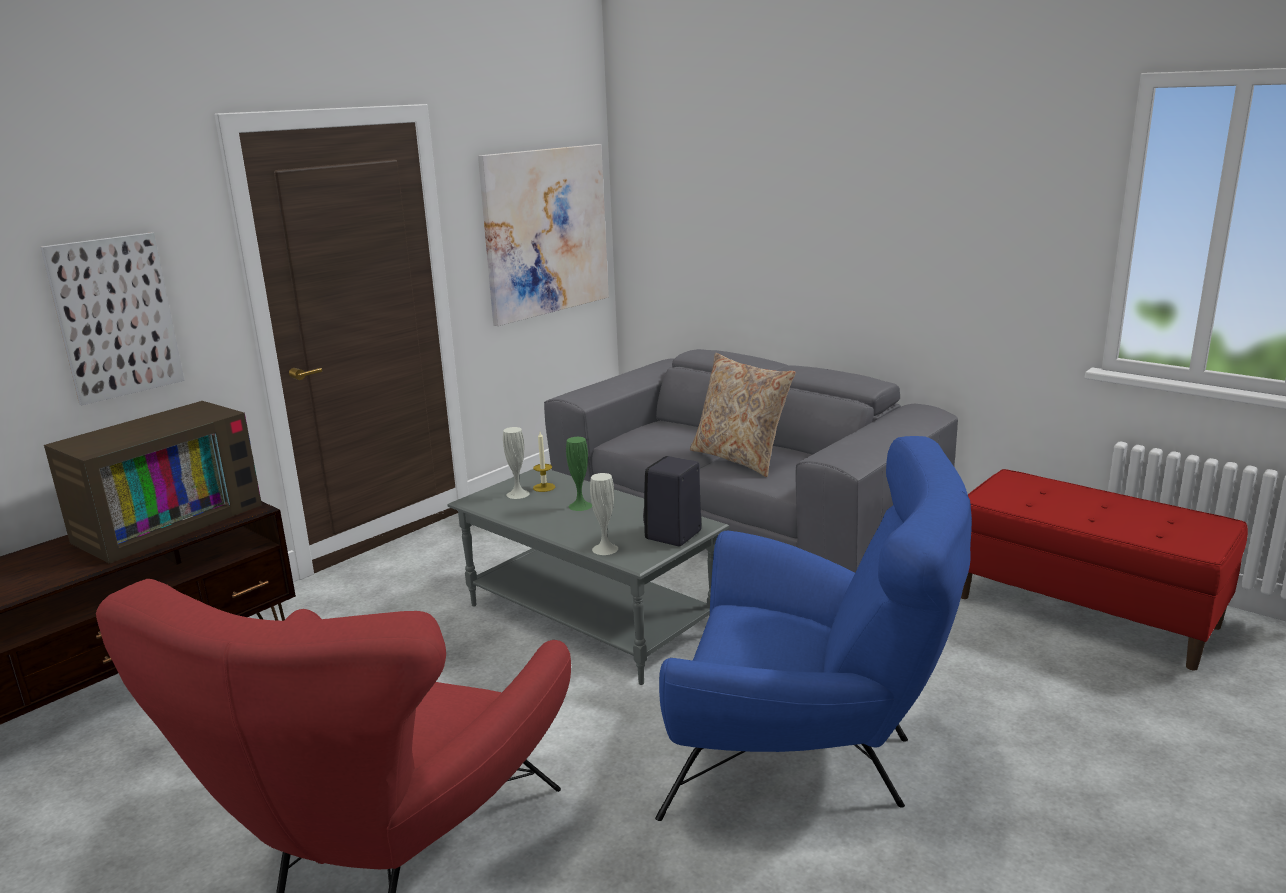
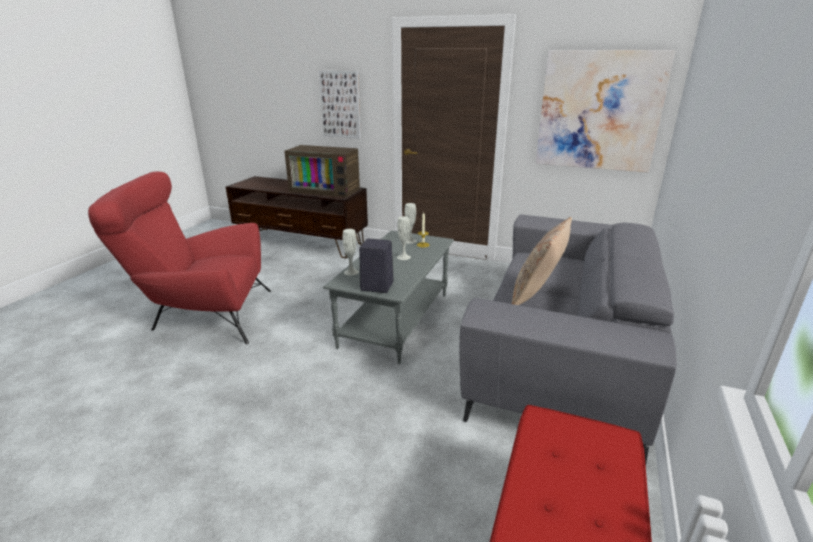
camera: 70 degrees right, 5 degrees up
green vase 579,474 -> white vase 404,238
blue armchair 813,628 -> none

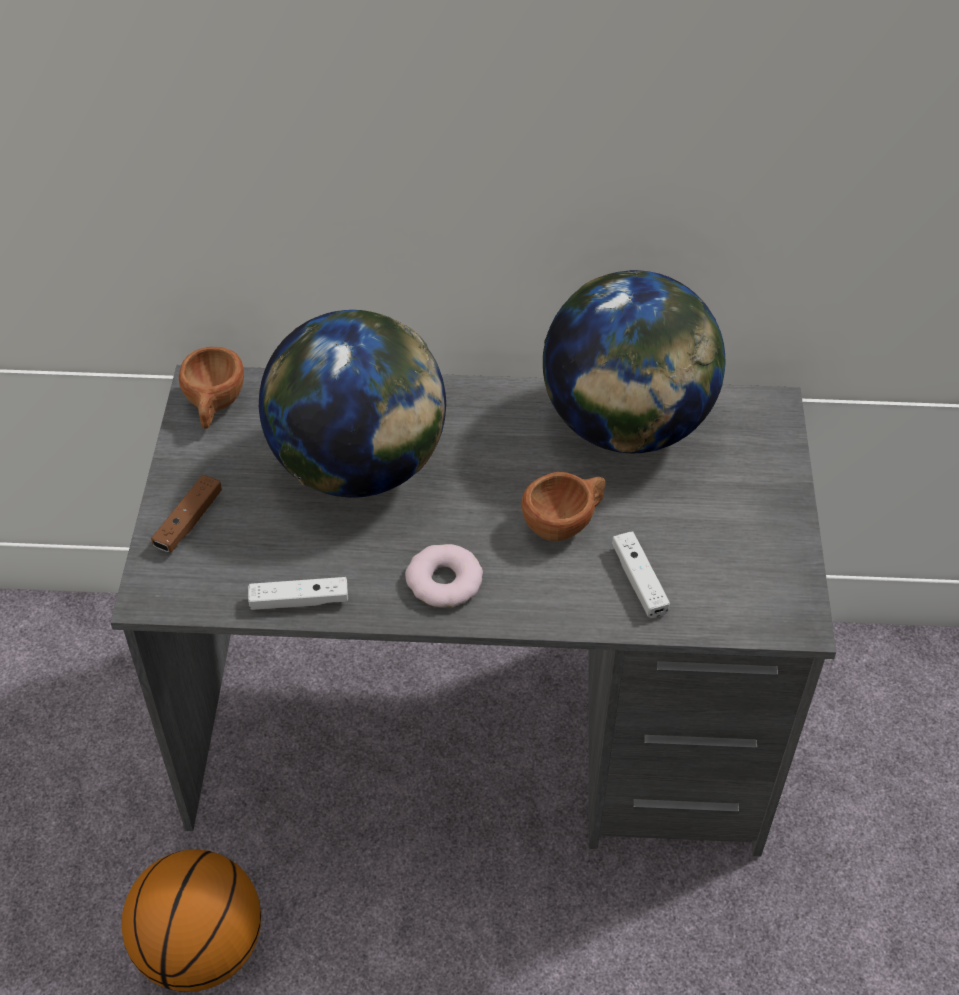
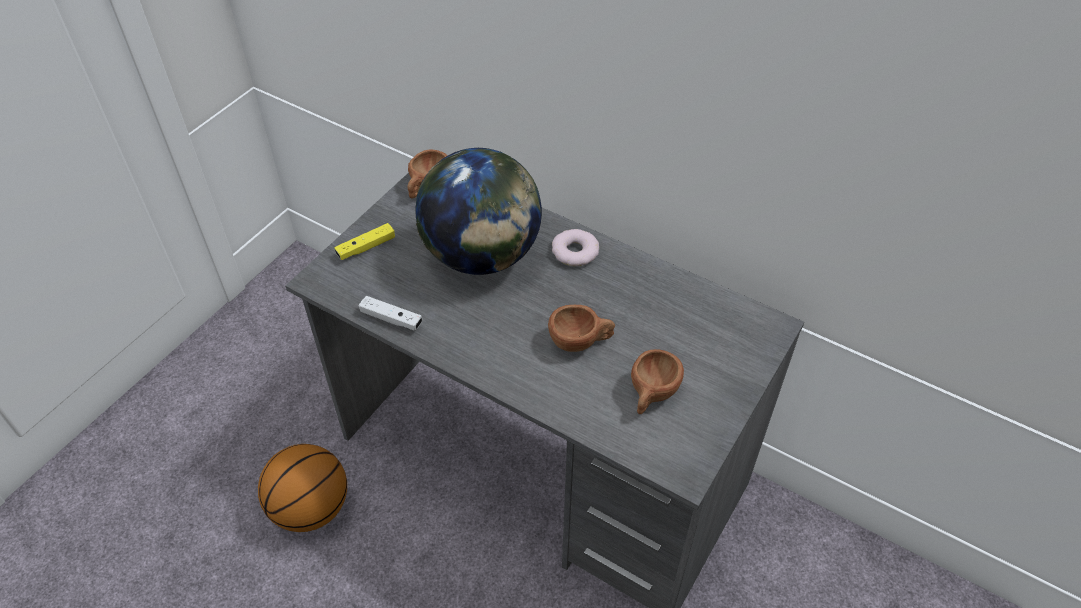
camera: 30 degrees right, 0 degrees up
brown game controller 186,513 -> yellow game controller 365,241
donut 444,575 -> donut 575,247, relocated
globe 634,361 -> none
white game controller 641,574 -> none
none -> brown cup 657,381

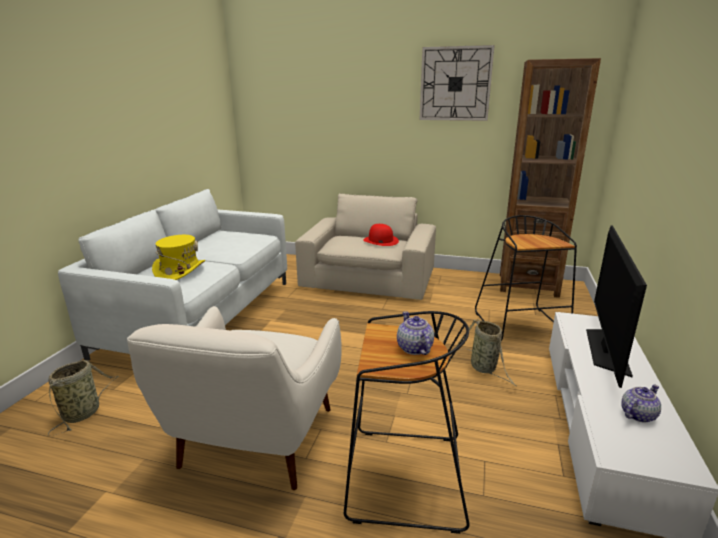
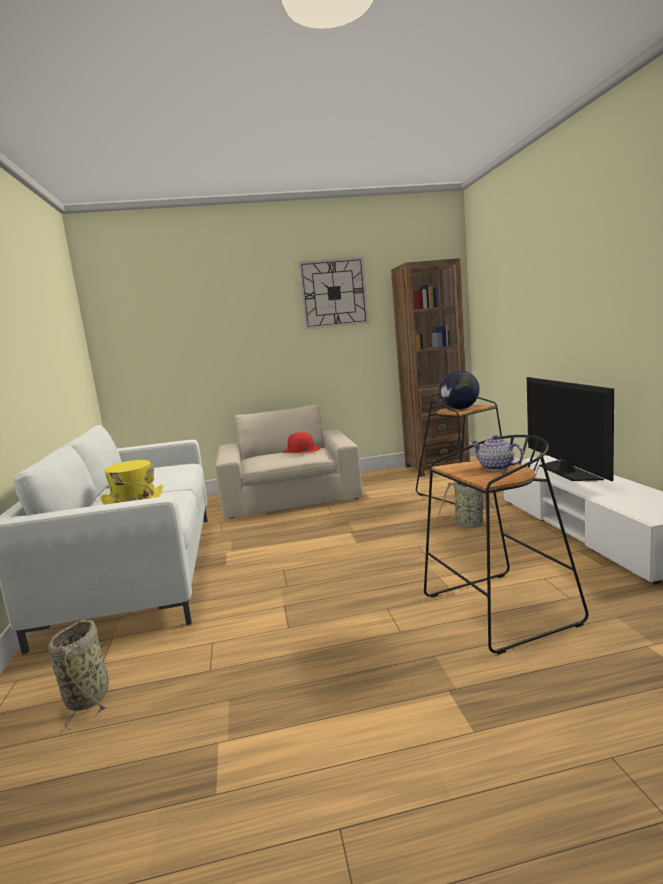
camera: 25 degrees left, 10 degrees down
white armchair 234,398 -> none
teapot 641,403 -> none
none -> globe 459,389

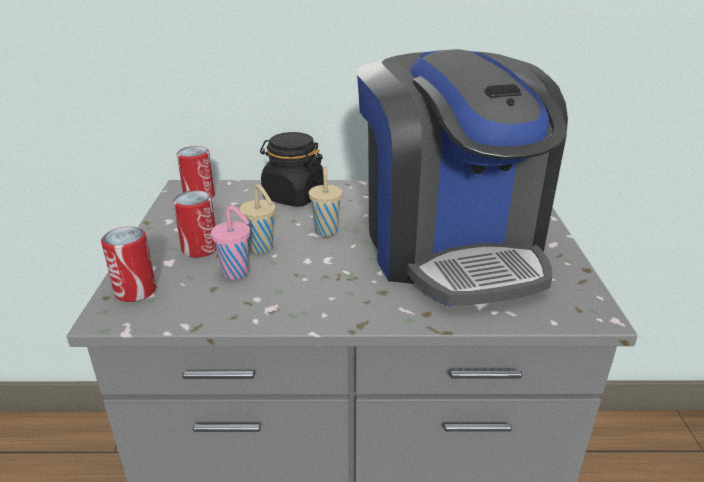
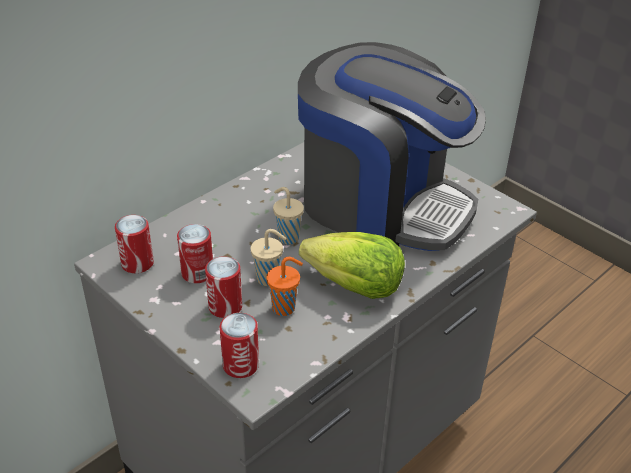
camera: 45 degrees left, 10 degrees up
pink cup 230,243 -> orange cup 284,286
black jar 292,169 -> none
none -> can 195,253
none -> lettuce 352,265

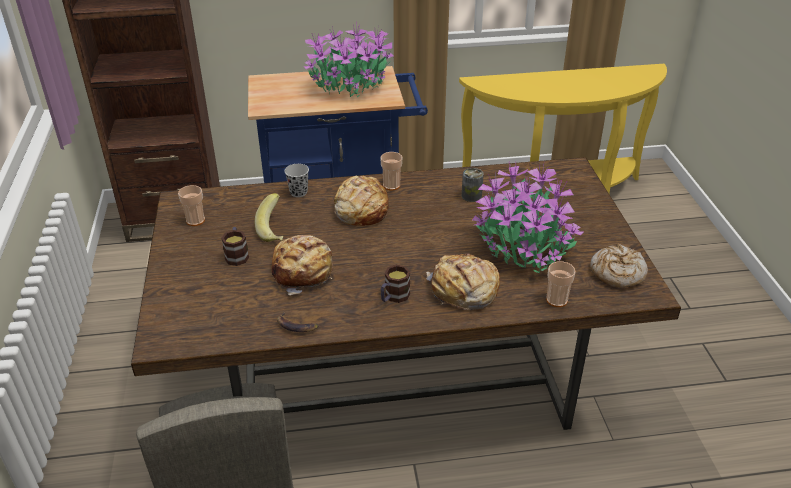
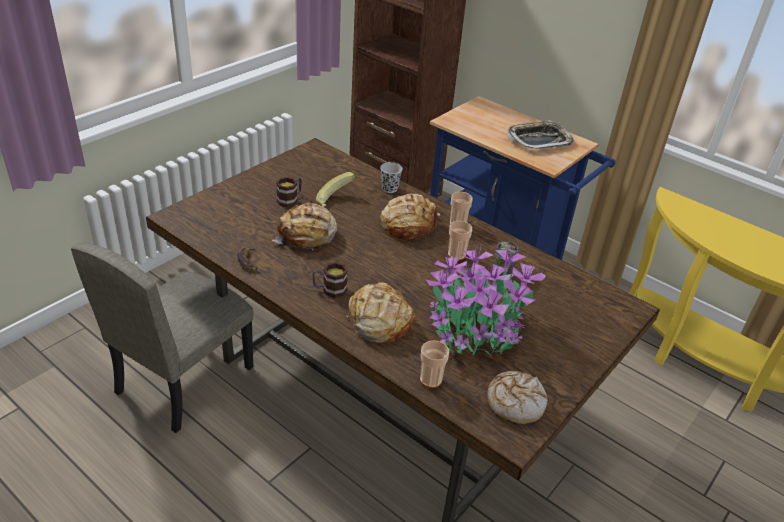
camera: 45 degrees right, 0 degrees up
cup 191,205 -> cup 460,240, relocated
potted plant 349,60 -> tray 540,135

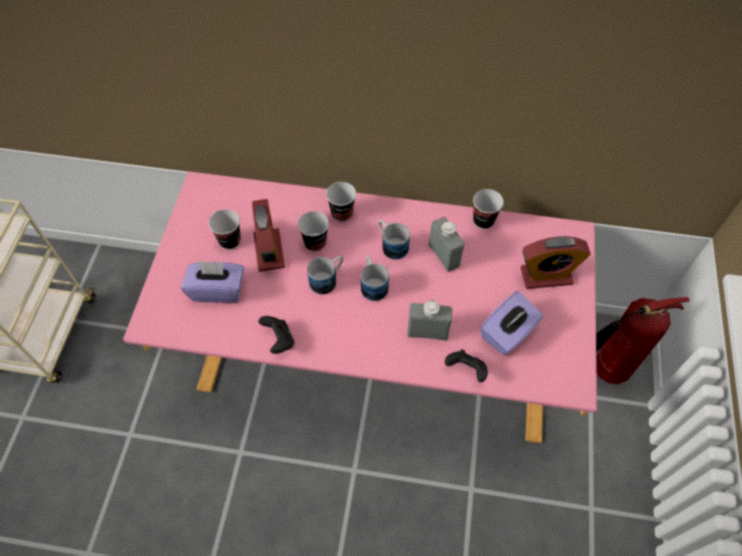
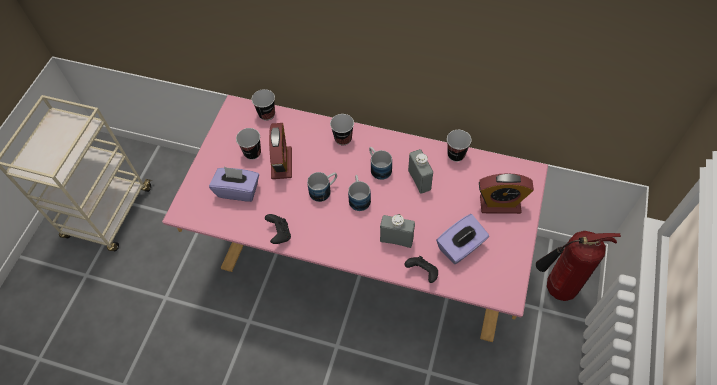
camera: 10 degrees right, 0 degrees up
cup 313,231 -> cup 263,105, relocated

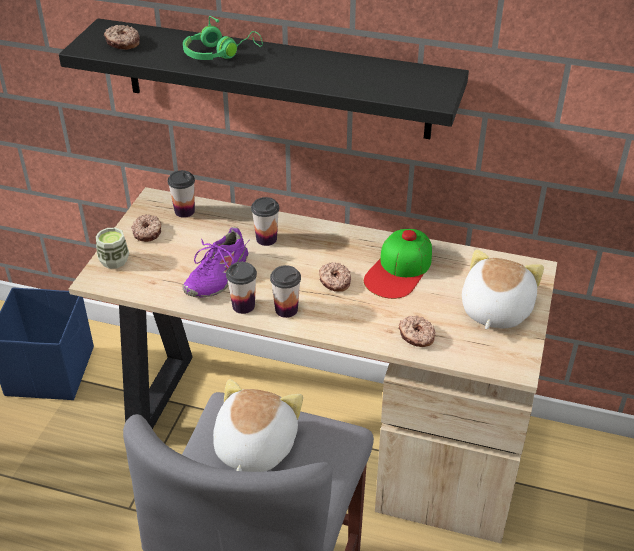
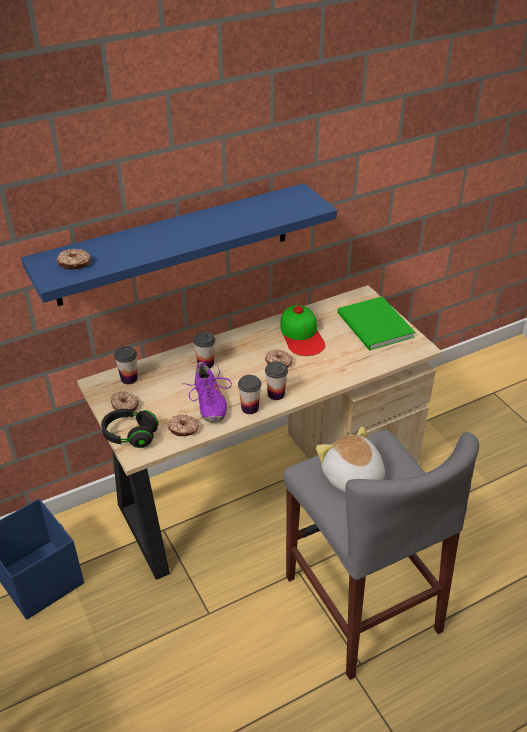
camera: 45 degrees left, 0 degrees up
black shelf 264,78 -> blue shelf 179,244
cup 112,248 -> black headphones 130,428
green headphones 223,38 -> none
donut 417,331 -> donut 183,425, relocated
plush toy 503,289 -> green book 376,324

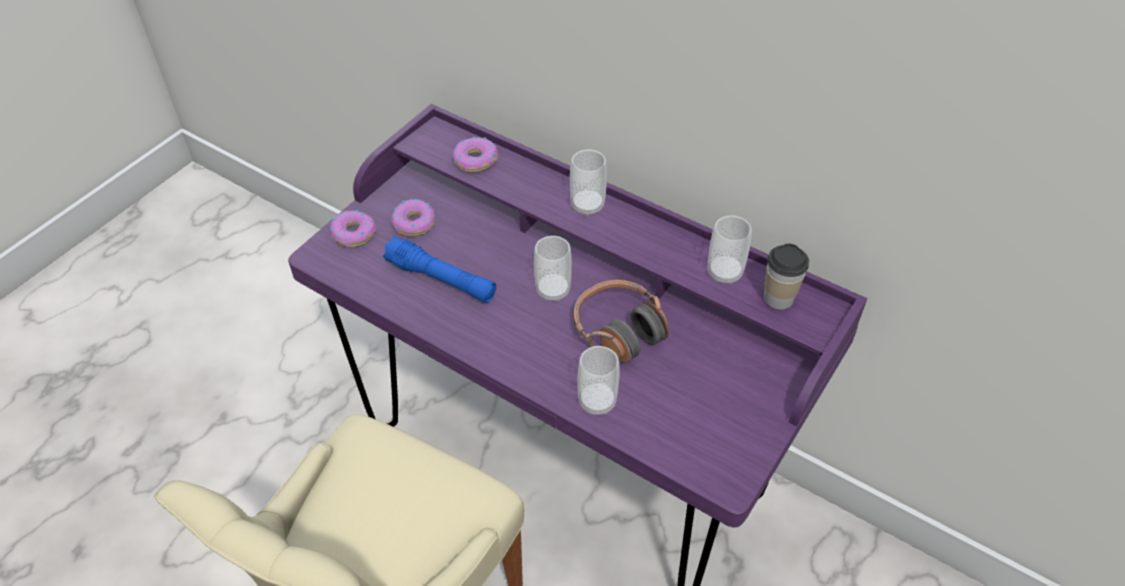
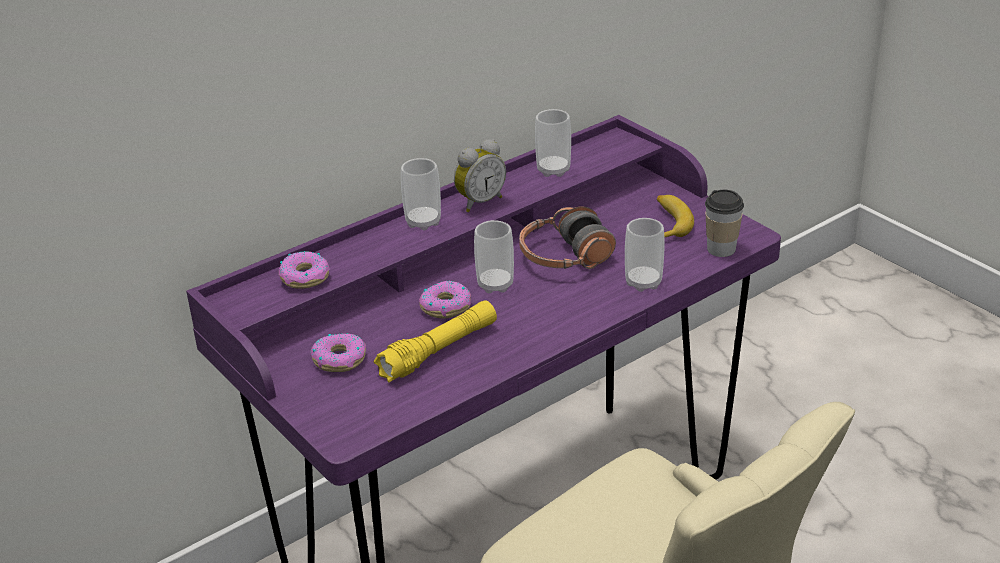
camera: 70 degrees left, 15 degrees down
donut 353,229 -> donut 445,299, relocated
blue flashlight 439,269 -> yellow flashlight 435,341
cup 786,276 -> cup 724,223, relocated
none -> alarm clock 480,175
none -> banana 675,216

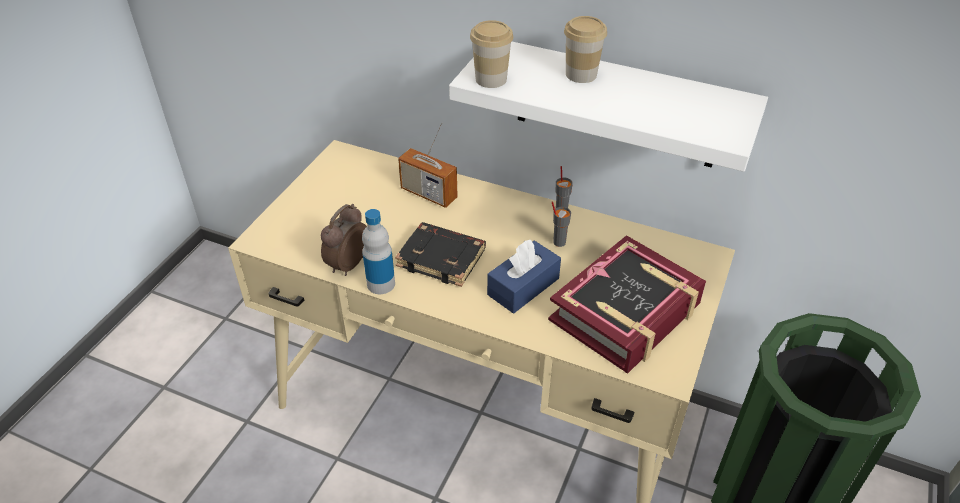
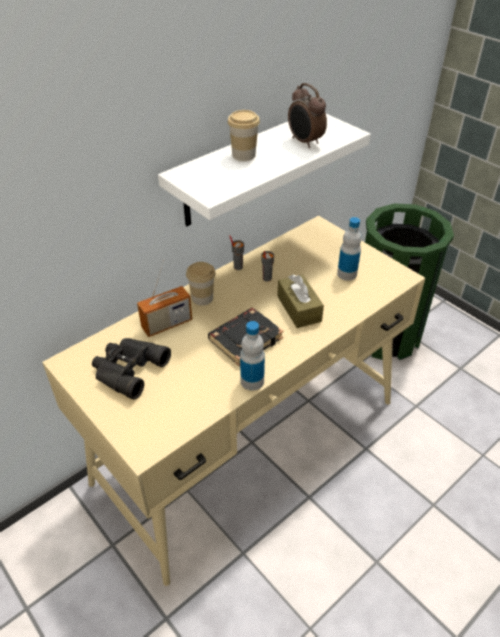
camera: 65 degrees left, 0 degrees up
alarm clock 344,240 -> alarm clock 307,115, relocated
cup 491,54 -> cup 200,284, relocated
blue tissue box 524,276 -> brown tissue box 300,301
book 627,304 -> bottle 349,249
none -> black binoculars 131,369

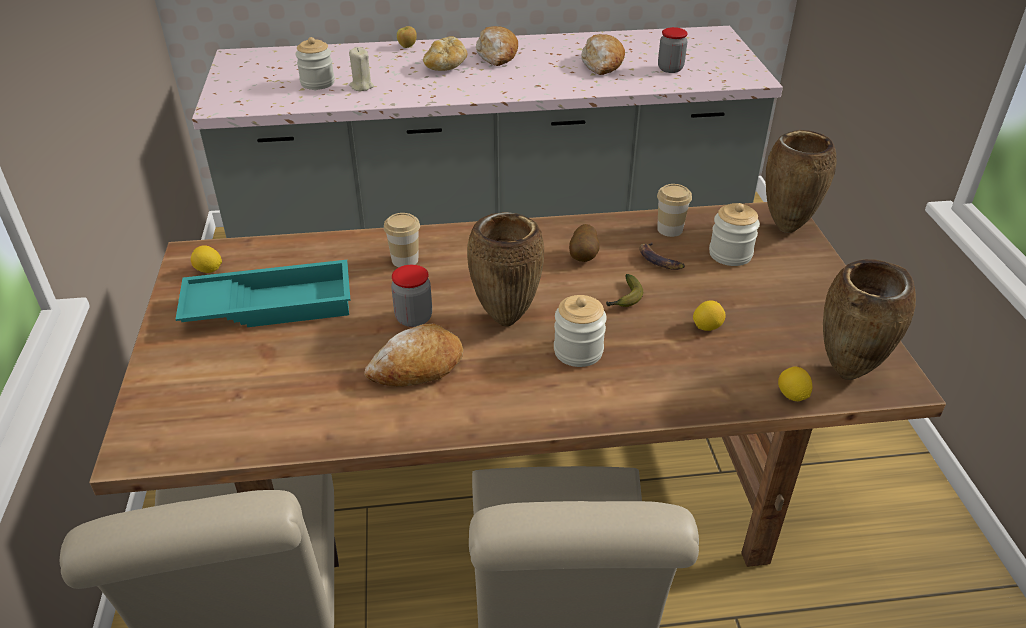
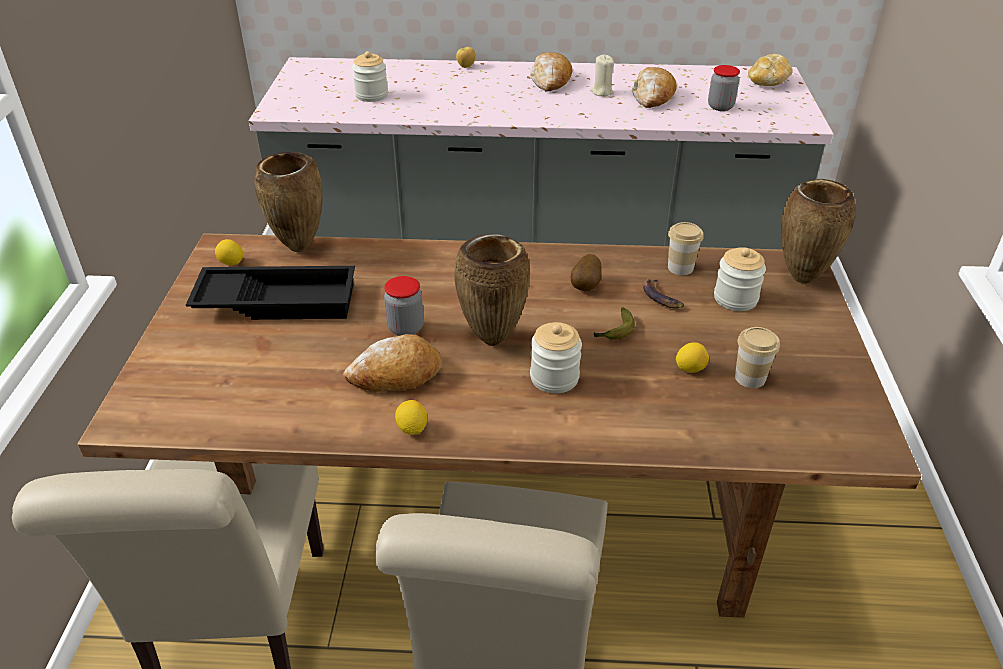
camera: 10 degrees right, 0 degrees up
turquoise tray 263,293 -> black tray 270,293
beige candle 361,69 -> beige candle 602,75, relocated
cup 402,240 -> cup 757,357, relocated
bread 445,53 -> bread 770,70, relocated
lemon 795,383 -> lemon 411,417, relocated
brown vase 869,319 -> brown vase 288,202, relocated

